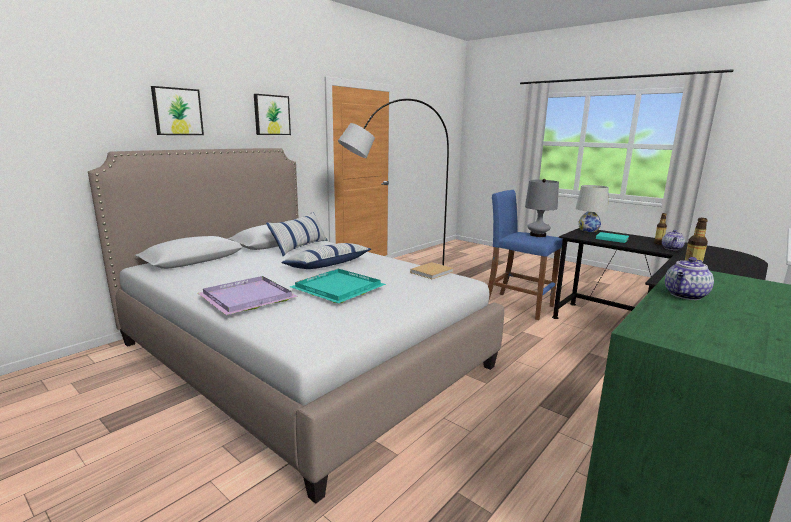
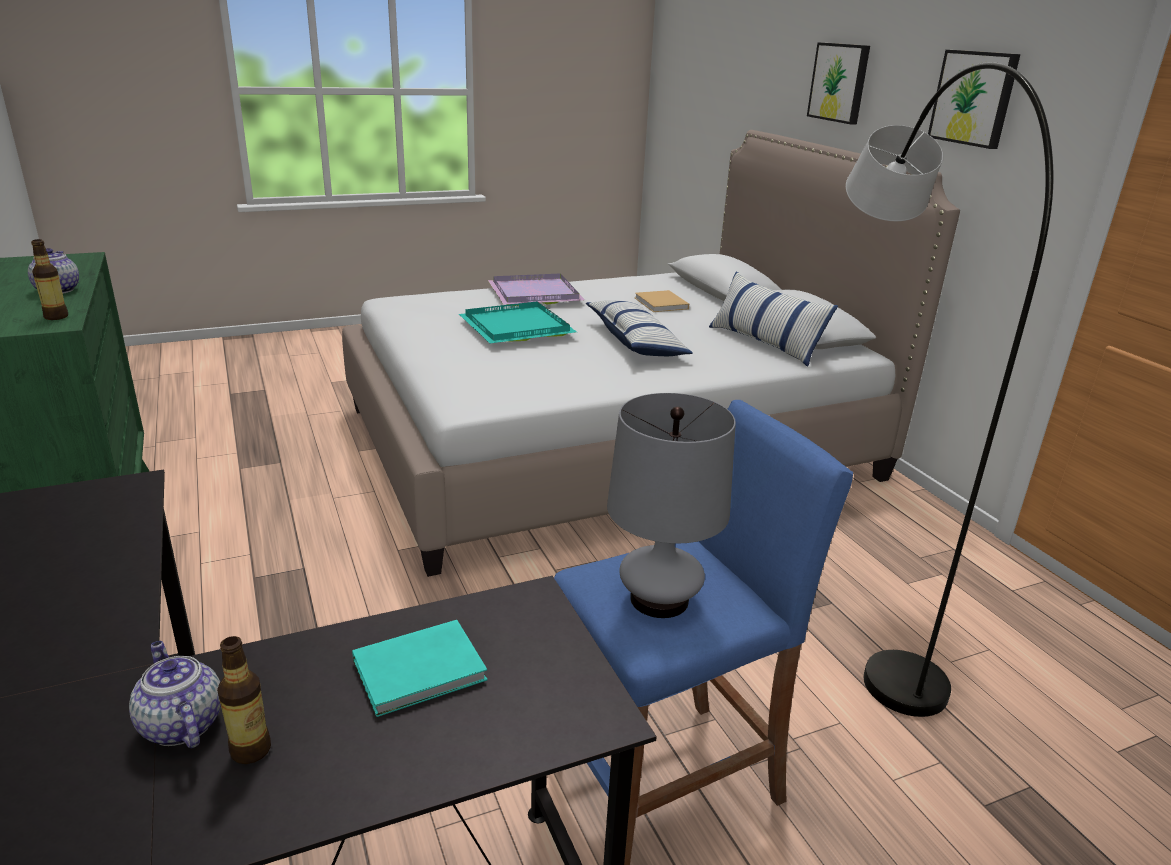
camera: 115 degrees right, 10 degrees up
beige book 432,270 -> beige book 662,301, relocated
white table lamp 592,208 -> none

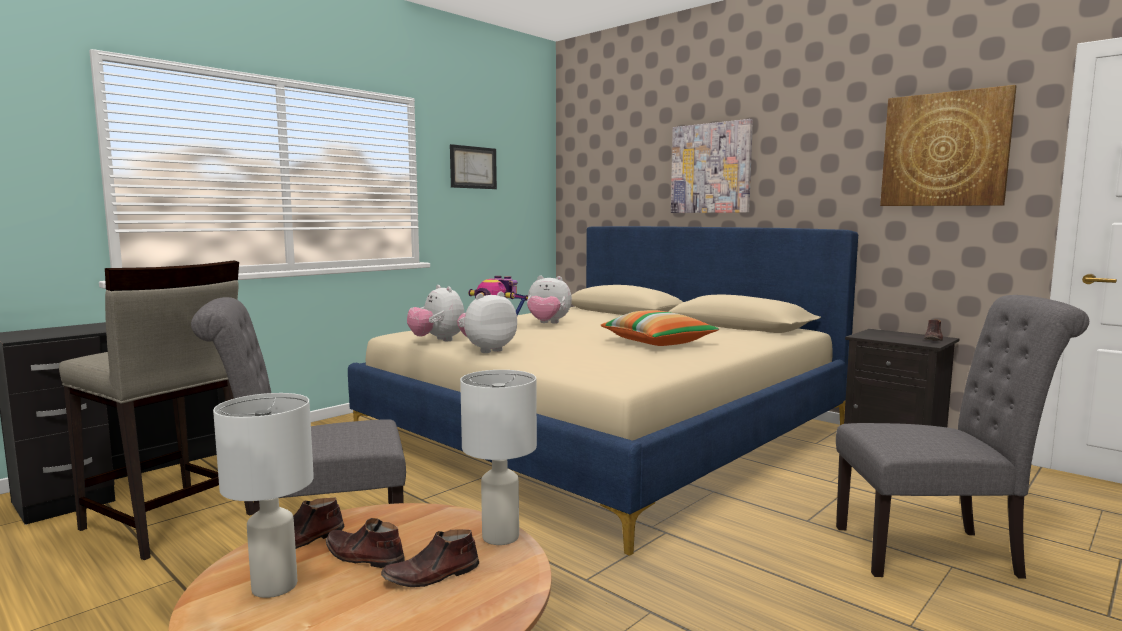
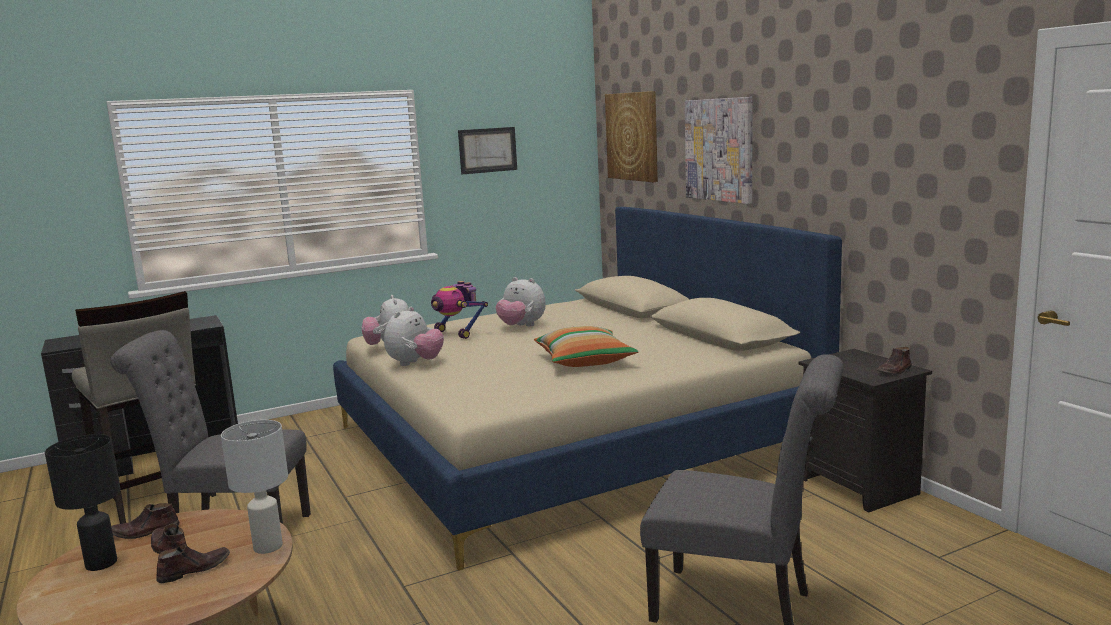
camera: 20 degrees right, 5 degrees up
white table lamp 263,495 -> black table lamp 83,502
brown shoe 430,558 -> brown shoe 193,563, 150 degrees clockwise
plush toy 487,322 -> plush toy 414,336, 135 degrees clockwise
picture 948,145 -> picture 631,136, relocated

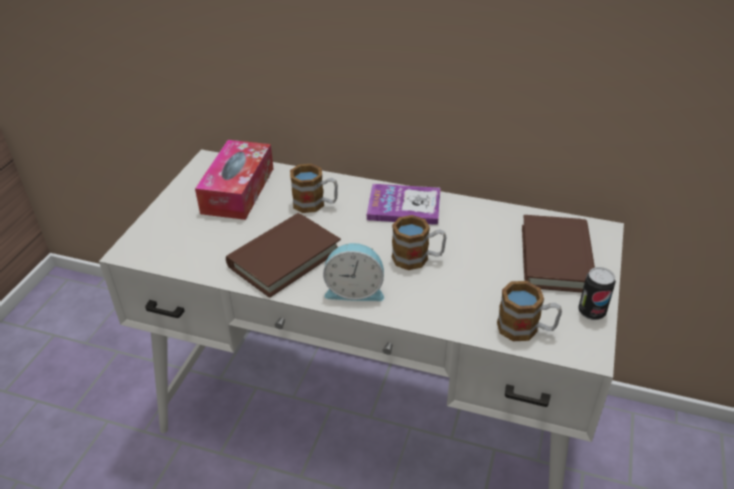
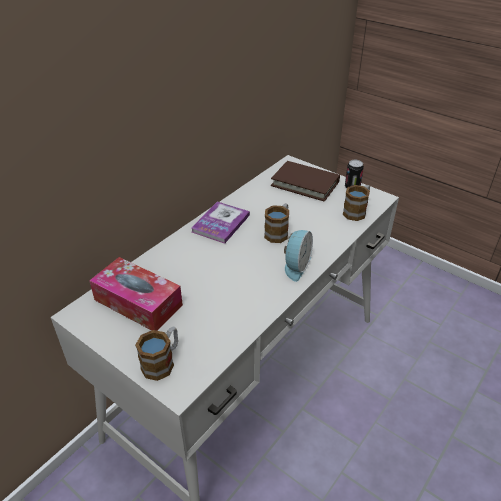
camera: 70 degrees left, 0 degrees up
brown book 283,255 -> none
mug 314,188 -> mug 156,353, relocated

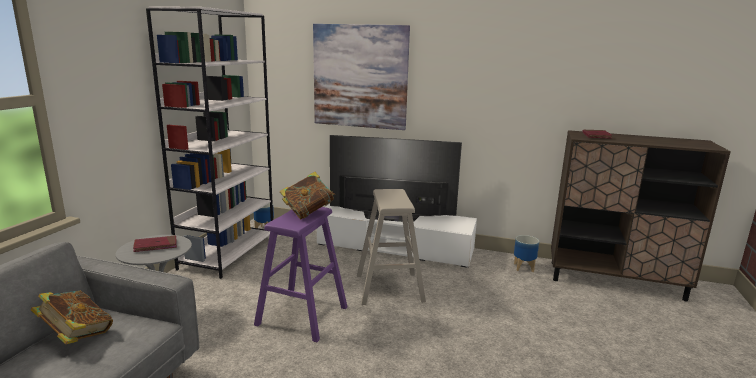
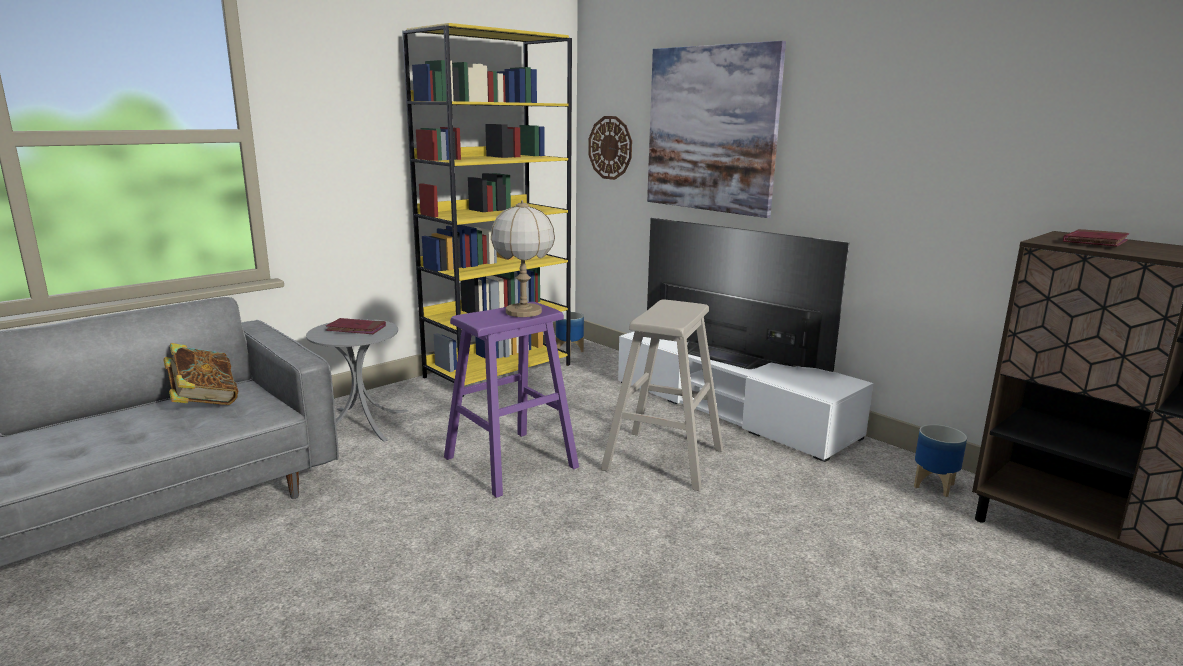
camera: 30 degrees right, 0 degrees up
white bookcase 209,142 -> yellow bookcase 487,210
book 307,195 -> table lamp 523,258
none -> wall clock 610,148

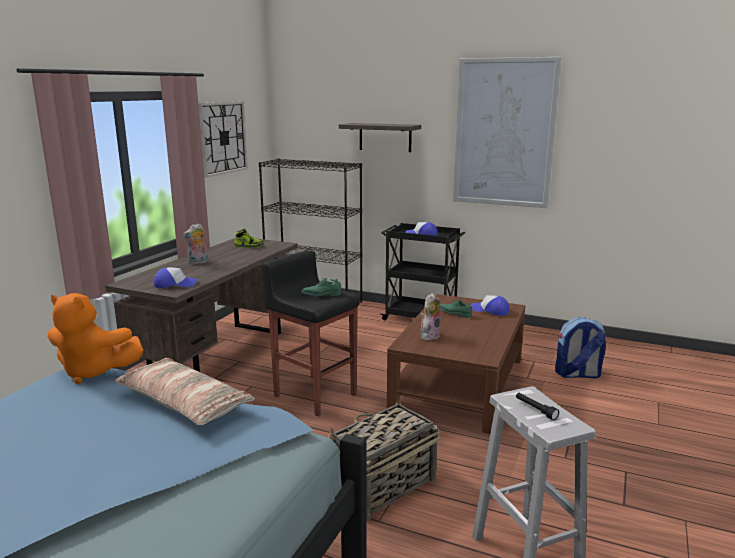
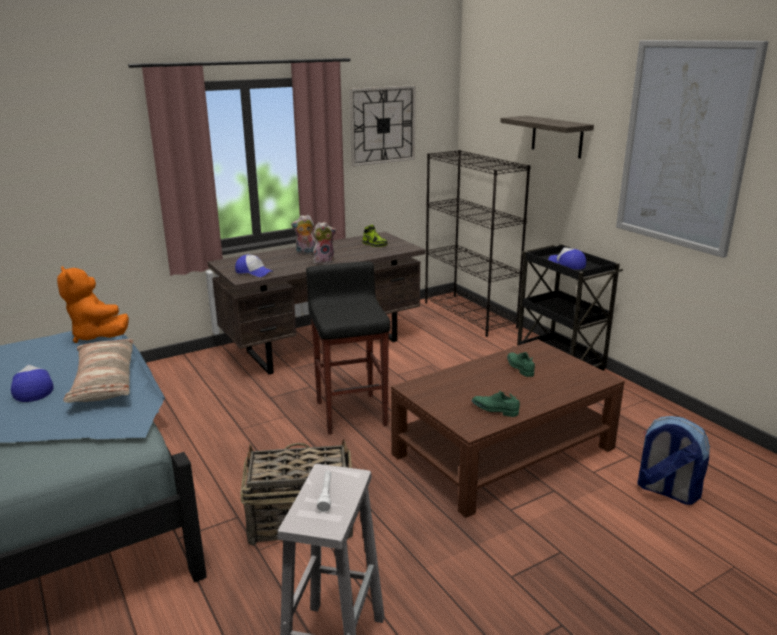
camera: 35 degrees right, 5 degrees up
green shoe 321,287 -> green shoe 496,404, relocated
plush toy 430,317 -> plush toy 324,243, relocated
cap 490,305 -> cap 32,383, relocated
black flashlight 537,406 -> white flashlight 324,491

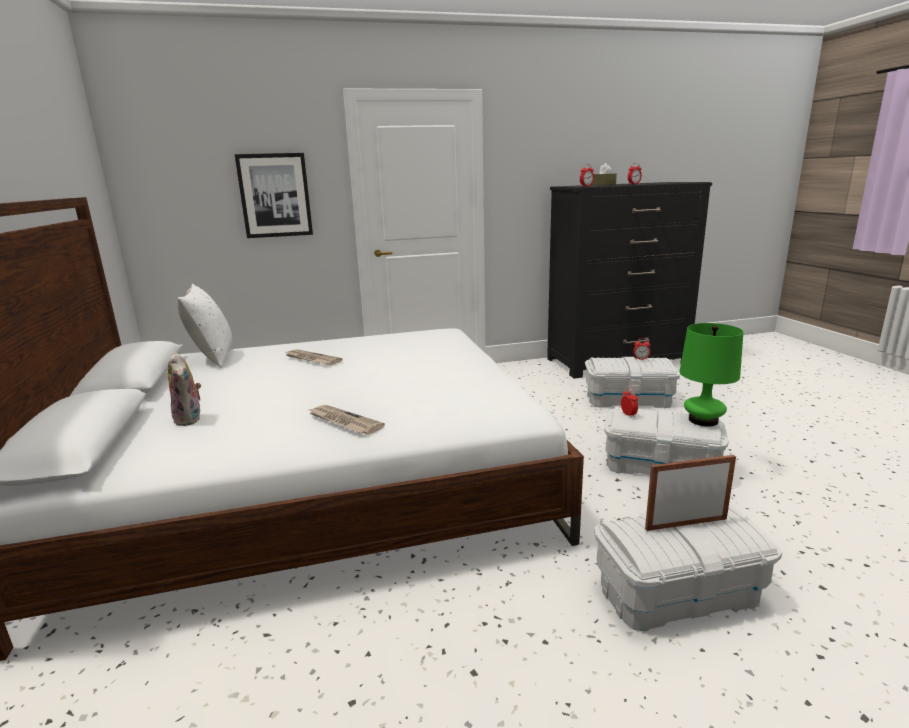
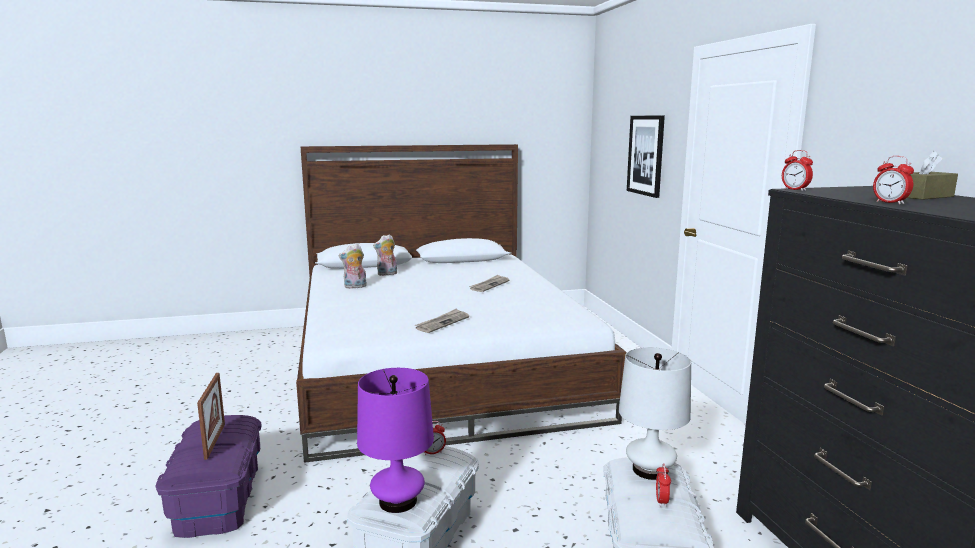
camera: 90 degrees right, 5 degrees down
white pillow 204,326 -> none
newspaper 346,419 -> newspaper 442,320, relocated
white storage box 688,568 -> purple storage box 208,476
green table lamp 711,375 -> purple table lamp 395,440
none -> plush toy 353,266
none -> white table lamp 655,413

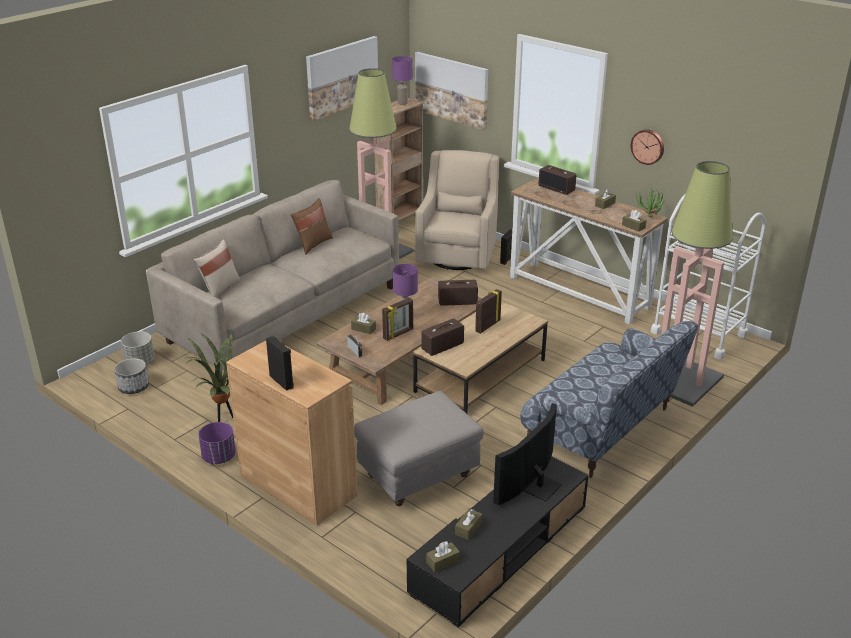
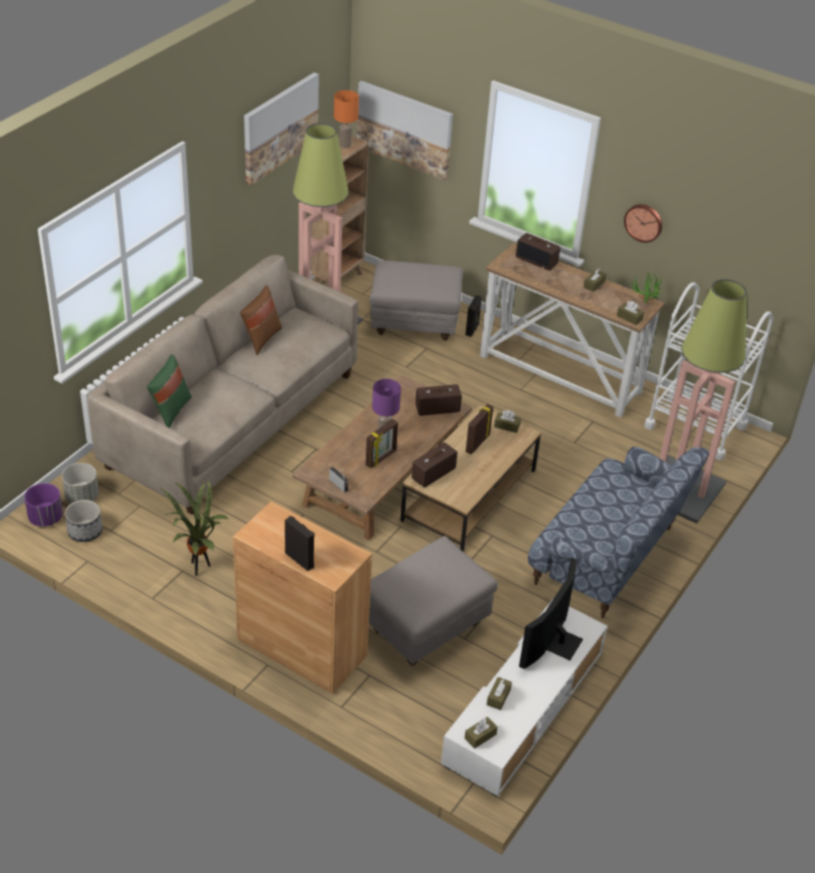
camera: 10 degrees left, 10 degrees up
beige pillow 217,268 -> green pillow 169,391
purple planter 217,443 -> purple planter 43,505, relocated
brown tissue box 363,323 -> brown tissue box 507,421, relocated
purple table lamp 402,80 -> orange table lamp 346,119
black tv stand 498,542 -> white tv stand 524,698
beige armchair 457,210 -> grey ottoman 416,300

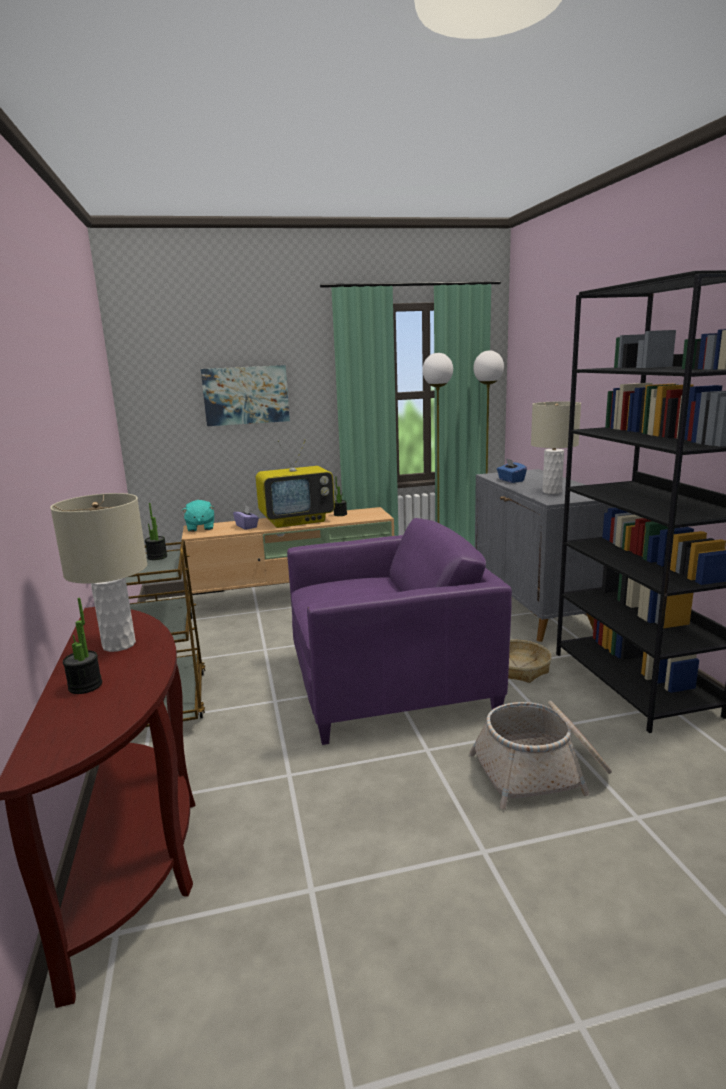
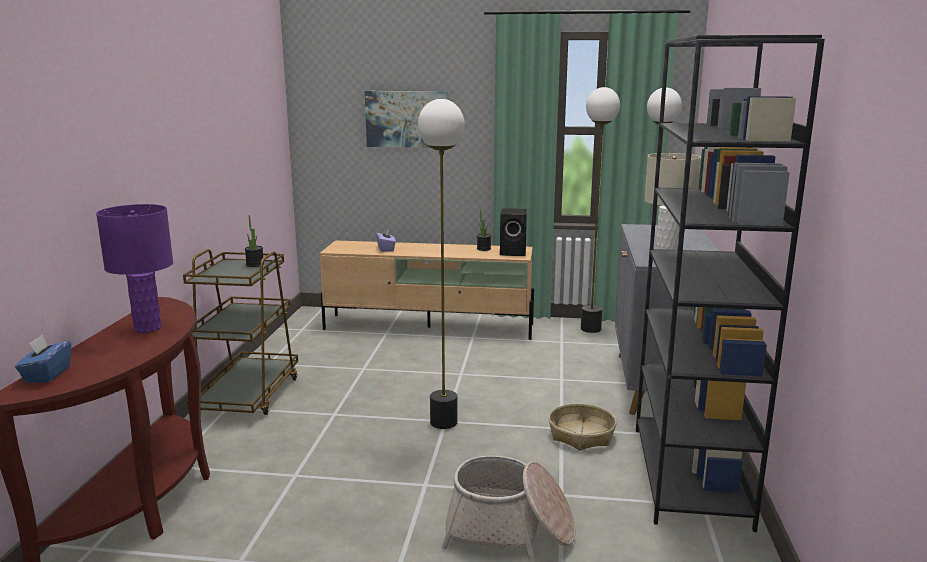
camera: 20 degrees right, 0 degrees up
beige table lamp 98,572 -> purple table lamp 134,268
potted plant 82,646 -> none
turquoise plush toy 198,516 -> none
television 295,483 -> none
purple armchair 399,631 -> floor lamp 441,264
blue tissue box 512,470 -> blue tissue box 43,359, relocated
none -> black speaker 513,232

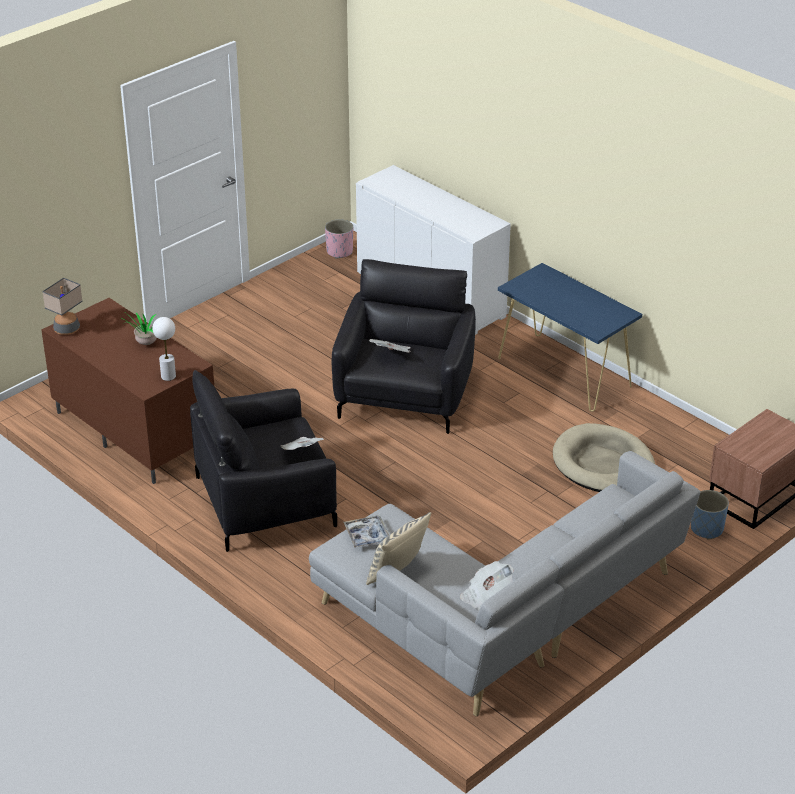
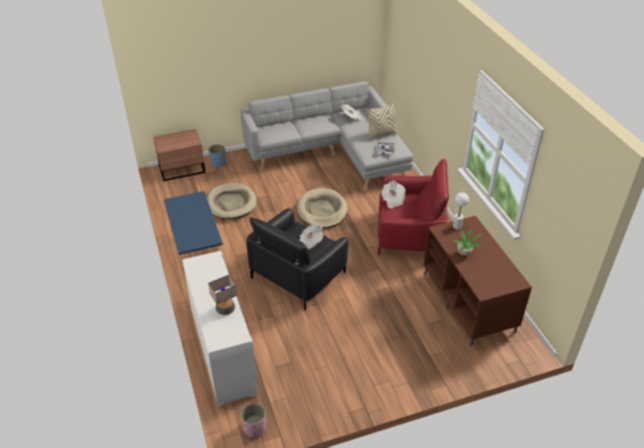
camera: 155 degrees left, 5 degrees up
table lamp 62,306 -> table lamp 222,295, relocated
black armchair 263,461 -> red armchair 413,207
none -> beige dog bed 322,208

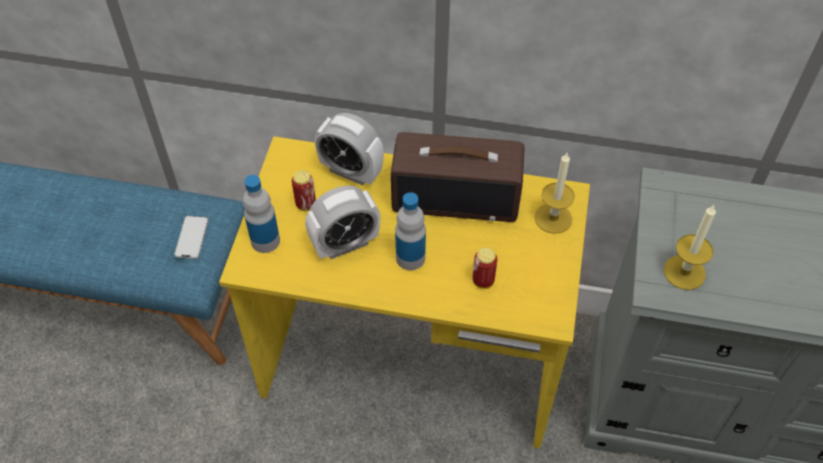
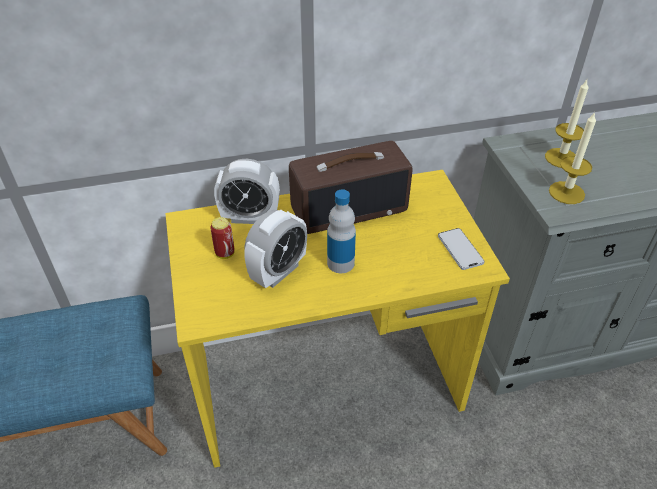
camera: 25 degrees left, 10 degrees down
phone 191,237 -> phone 461,249, relocated
bottle 261,214 -> none
can 484,268 -> none
candle 554,193 -> candle 567,124, relocated

